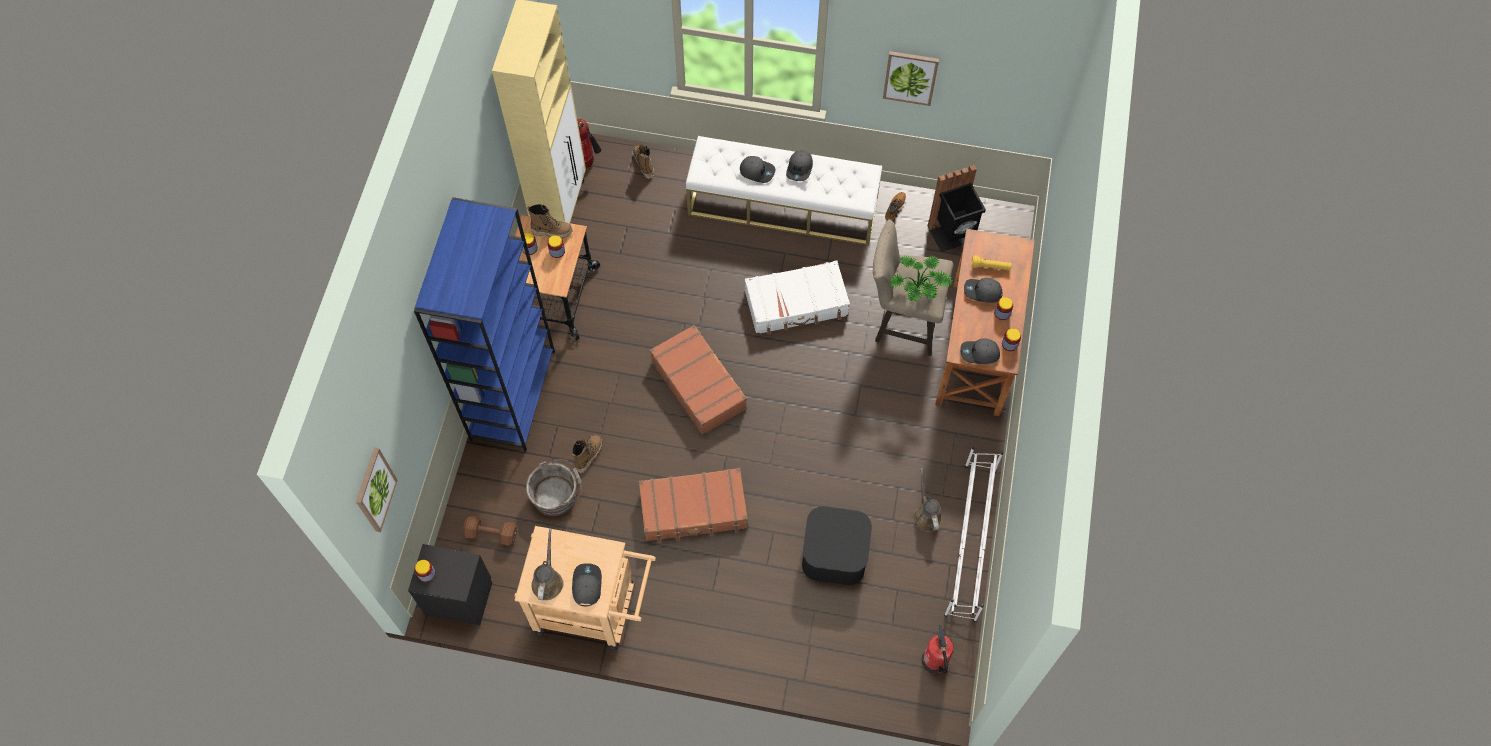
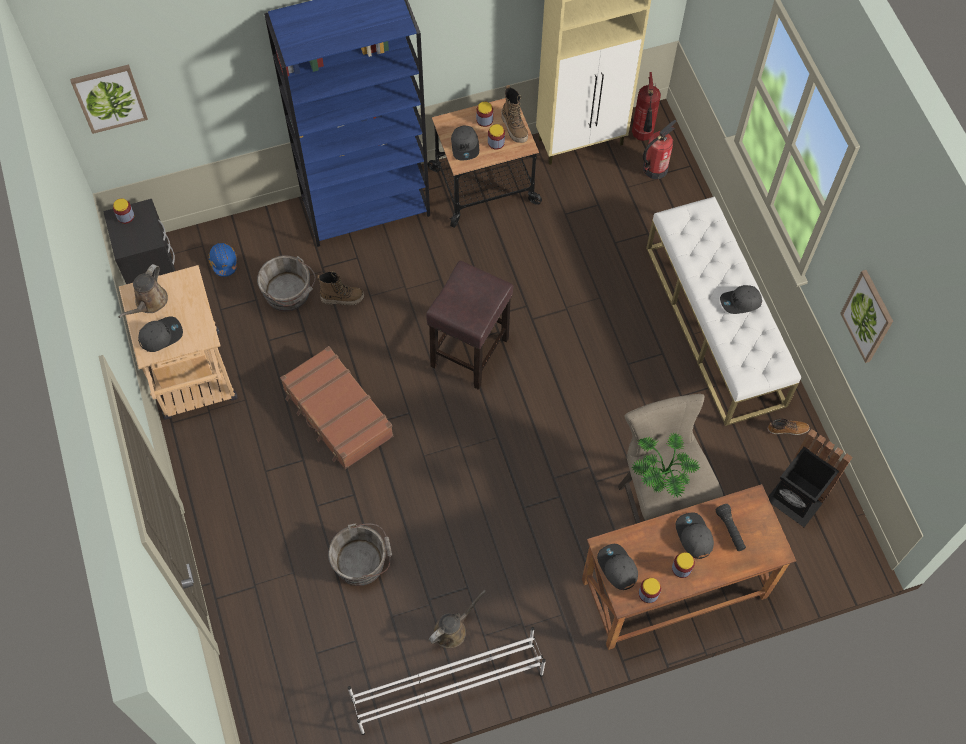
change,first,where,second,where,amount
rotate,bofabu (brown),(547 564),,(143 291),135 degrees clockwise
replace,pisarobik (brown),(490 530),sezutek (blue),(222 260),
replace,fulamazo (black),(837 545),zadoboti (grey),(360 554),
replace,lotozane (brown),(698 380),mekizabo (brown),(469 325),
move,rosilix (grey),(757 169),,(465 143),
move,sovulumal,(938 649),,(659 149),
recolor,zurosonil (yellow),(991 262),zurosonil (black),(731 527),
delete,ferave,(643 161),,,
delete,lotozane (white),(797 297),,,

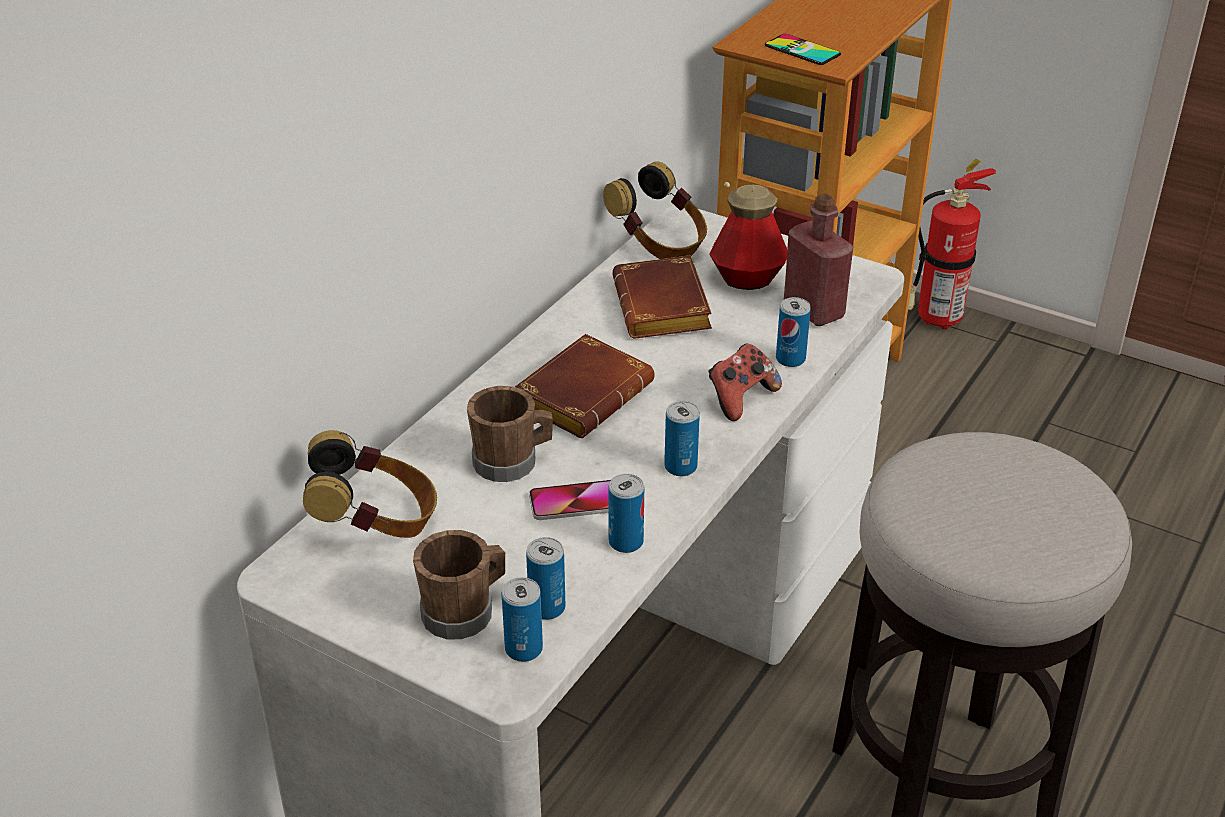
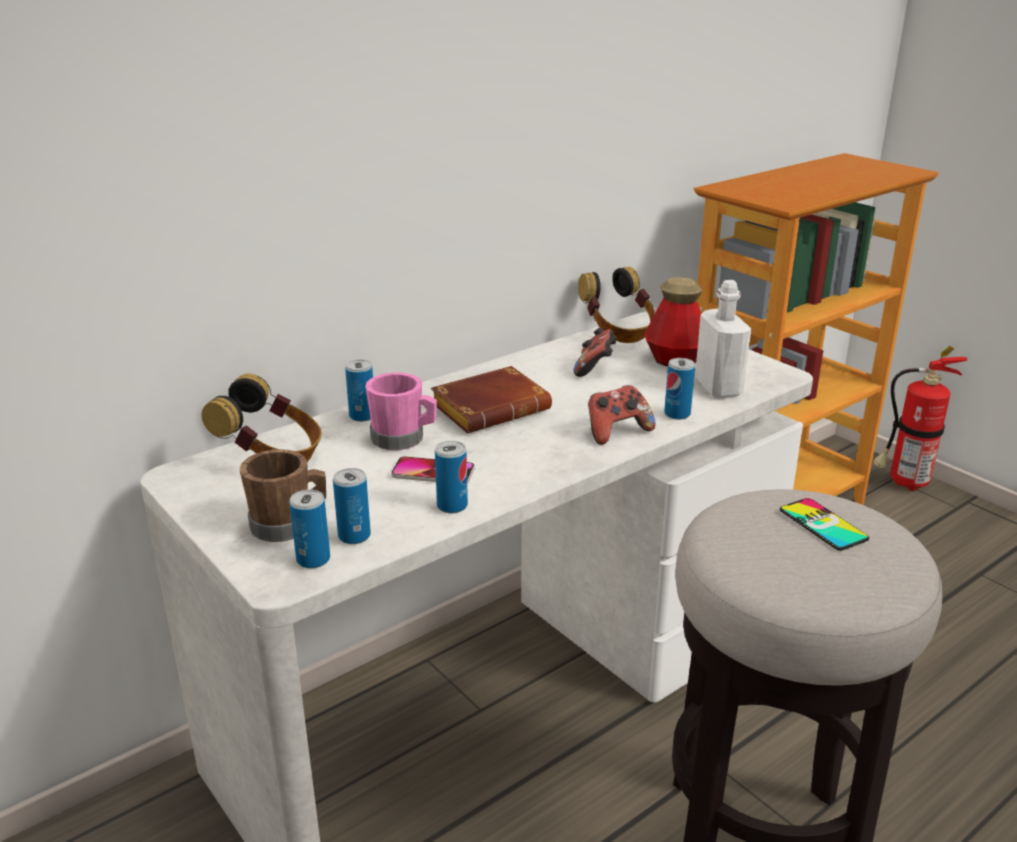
change,first,where,second,where,amount
move,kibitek,(682 438),,(359 391),
recolor,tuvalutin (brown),(510 434),tuvalutin (pink),(401 411),
replace,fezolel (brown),(662 297),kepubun,(595 352),
recolor,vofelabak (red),(819 259),vofelabak (white),(723 339),
move,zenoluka,(803 49),,(824 524),

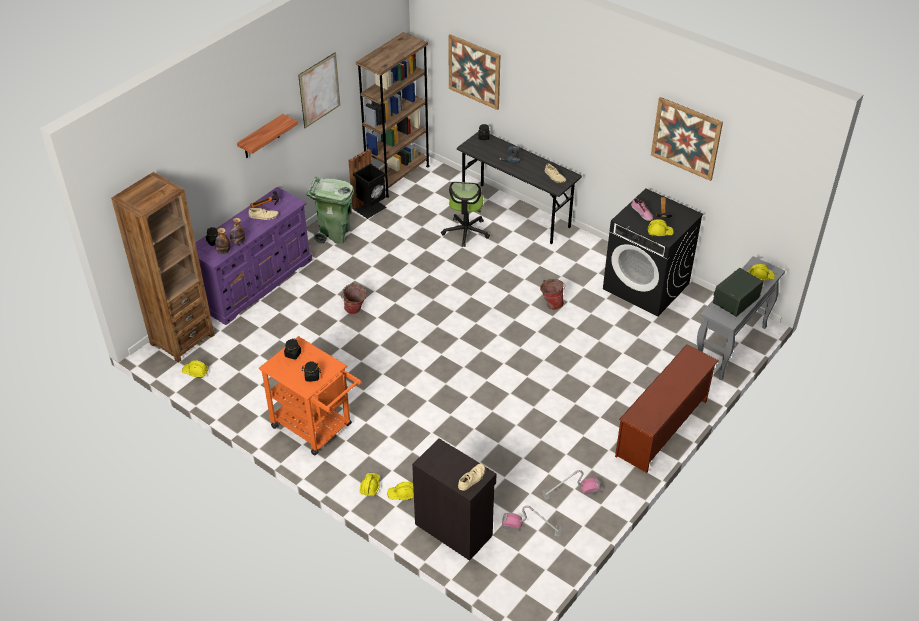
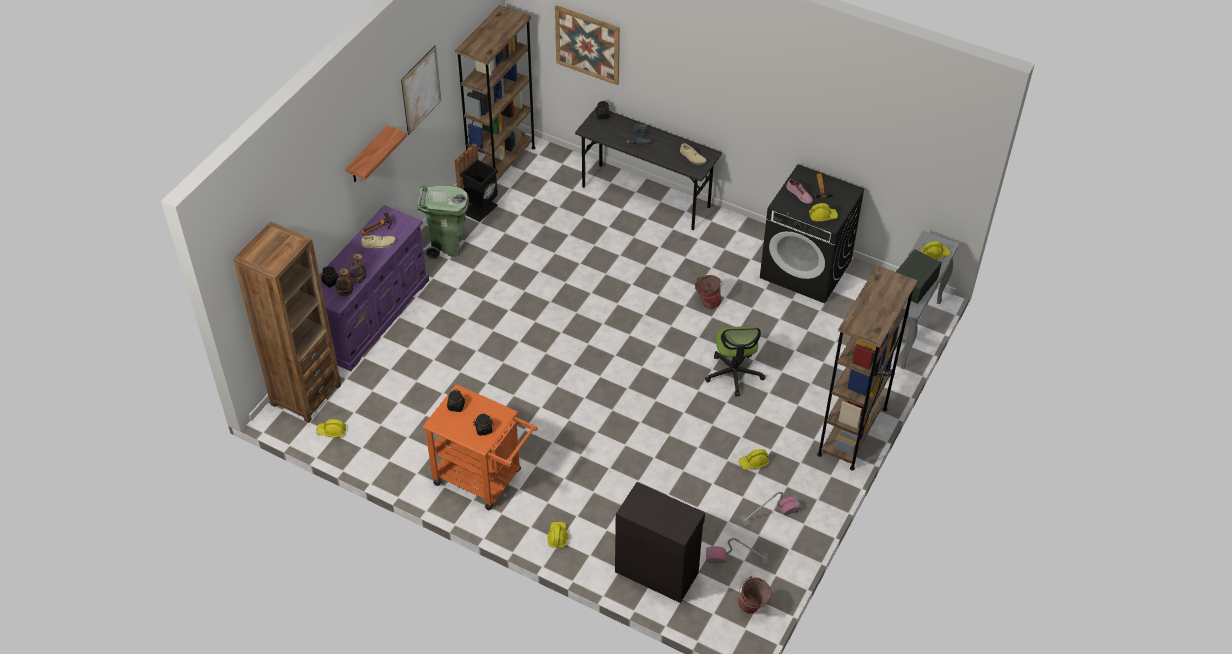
change,first,where,second,where,amount
move,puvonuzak,(465 214),,(735 361),
move,zadoboti,(353 298),,(755 595),
move,sezutek (yellow),(400 491),,(754 459),
replace,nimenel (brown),(667 408),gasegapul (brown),(867 368),
delete,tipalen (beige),(472 477),,,
delete,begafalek,(687 139),,,

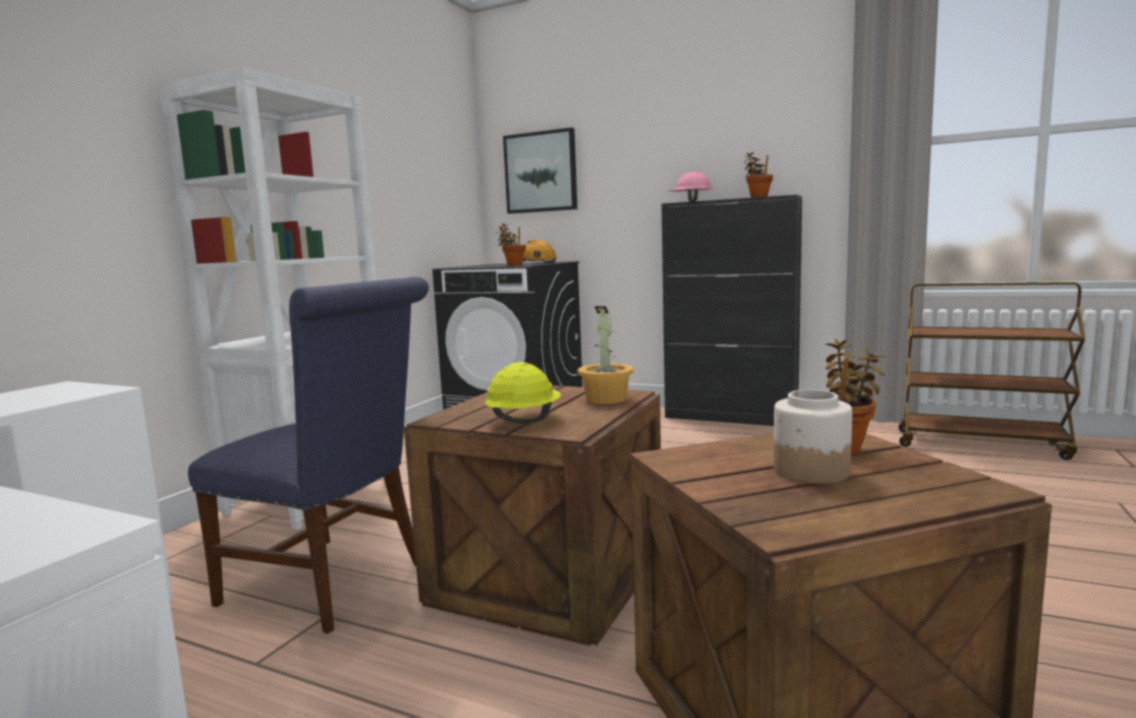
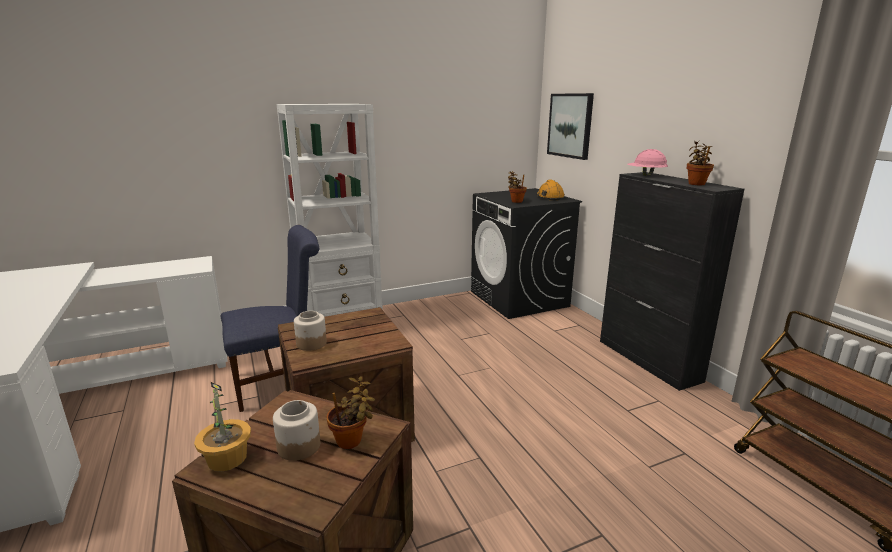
change,first,where,second,where,amount
move,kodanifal,(605 355),,(222 427),
rotate,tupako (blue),(308 455),,(270 318),90 degrees counterclockwise
replace,sezutek (yellow),(523 392),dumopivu,(310 331),

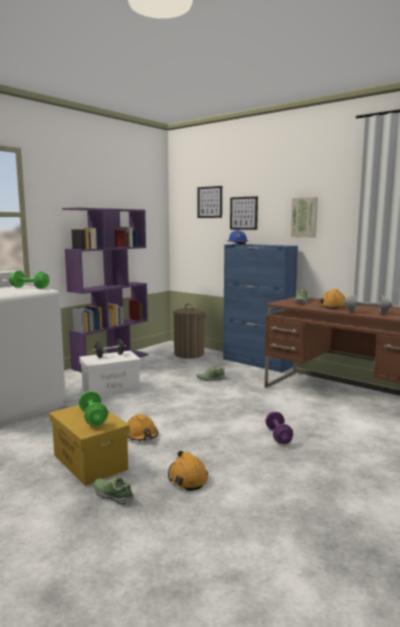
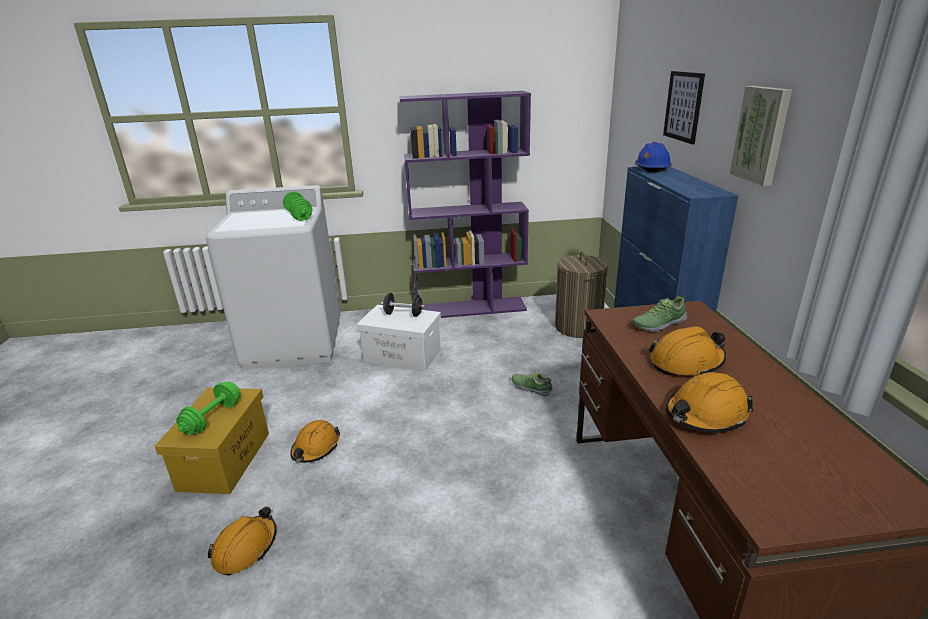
change,first,where,second,where,amount
replace,pisarobik (grey),(368 304),sezutek (orange),(709 402),
delete,tipalen,(114 490),,,
delete,begafalek,(209 202),,,
delete,pisarobik (purple),(279 428),,,

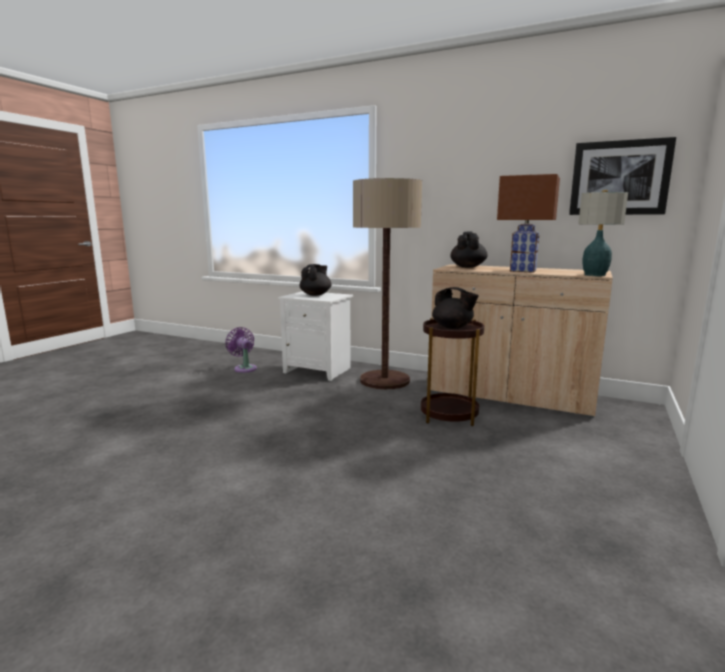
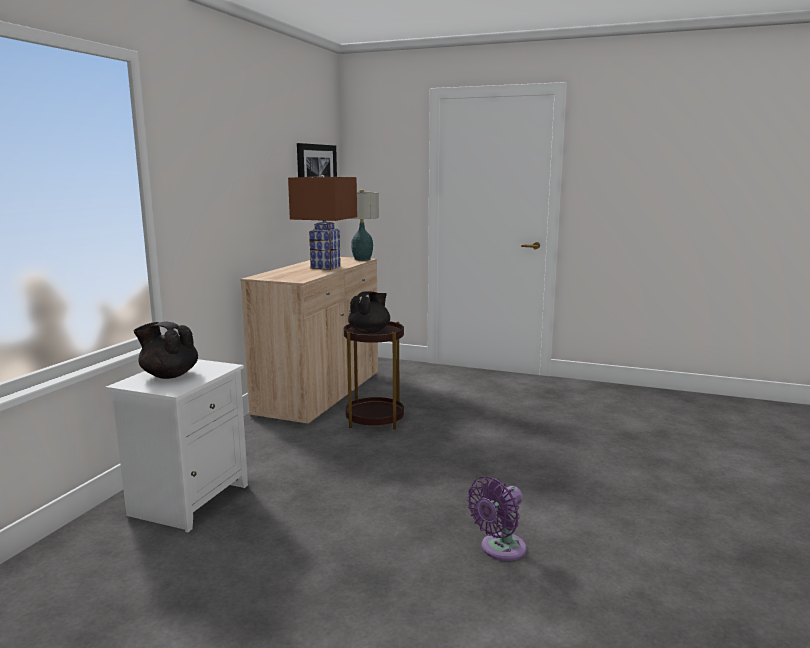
change,first,where,second,where,amount
move,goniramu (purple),(241 350),,(496 518),
delete,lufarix,(387 284),,,
delete,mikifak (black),(469 250),,,

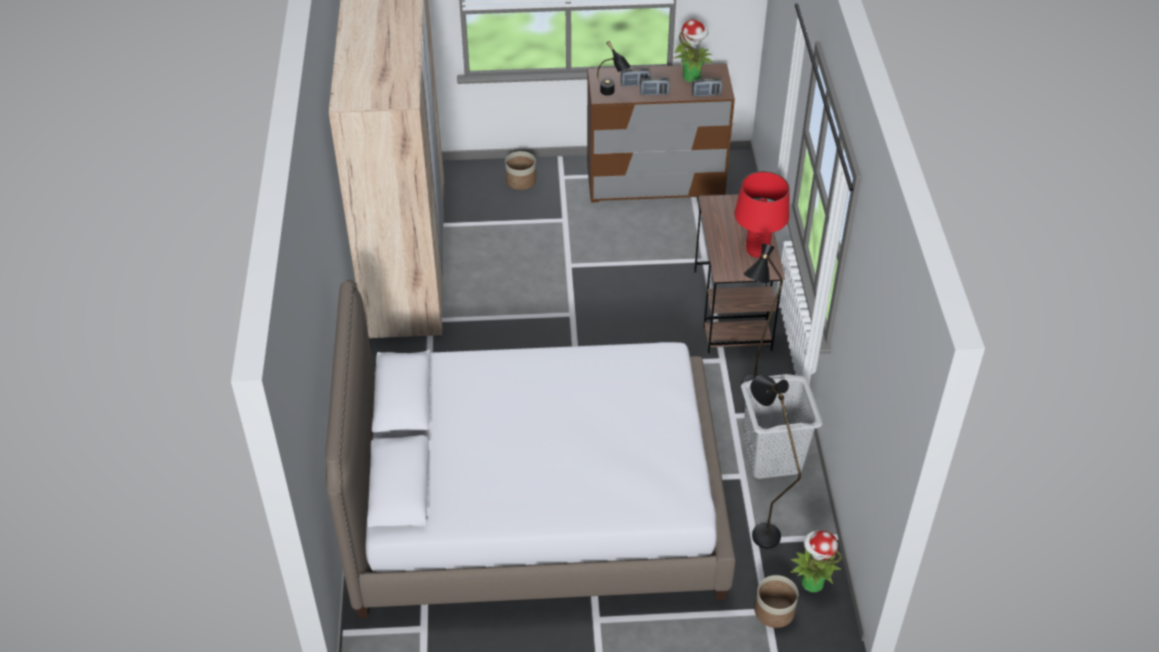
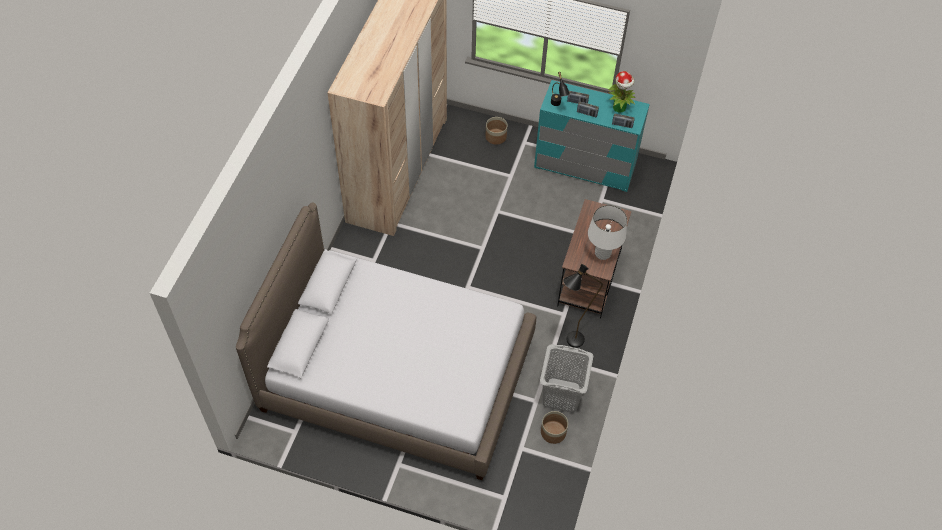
change,first,where,second,where,amount
recolor,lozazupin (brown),(661 133),lozazupin (turquoise),(592 136),
move,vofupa,(776 601),,(554 427),
recolor,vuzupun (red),(762 214),vuzupun (white),(607 232),
delete,lufarix (black),(775 462),,,
delete,kodanifal,(816 561),,,

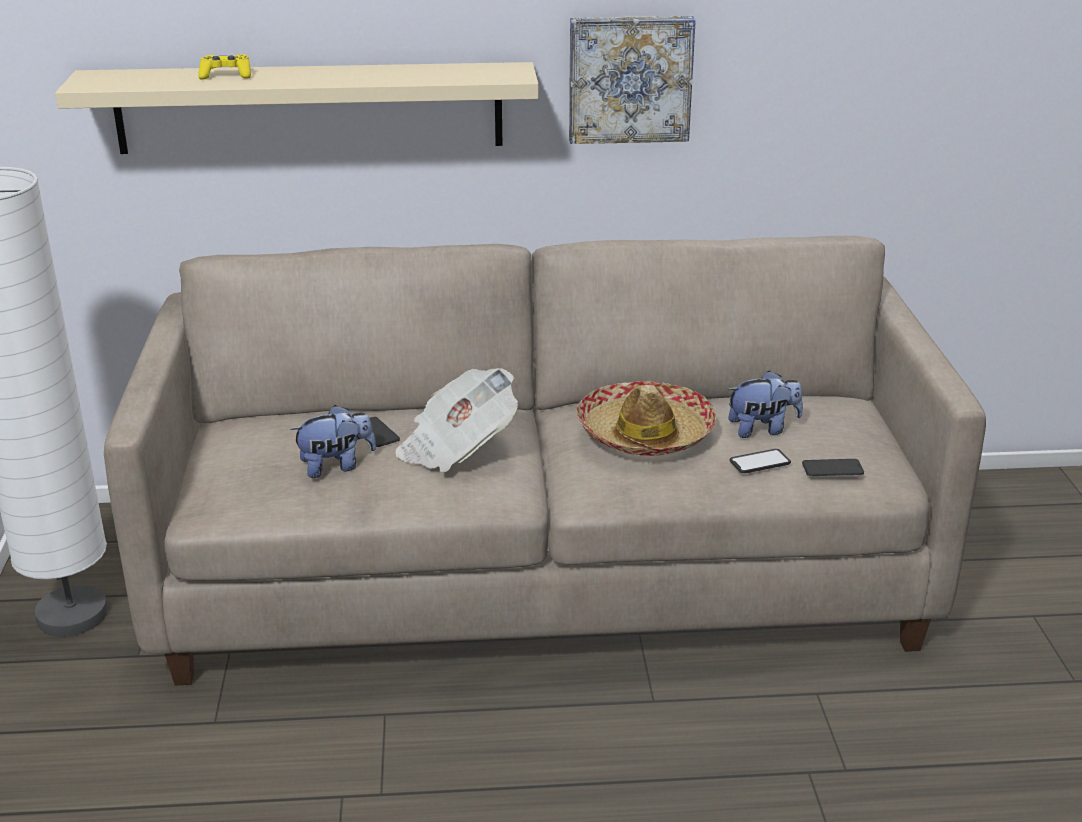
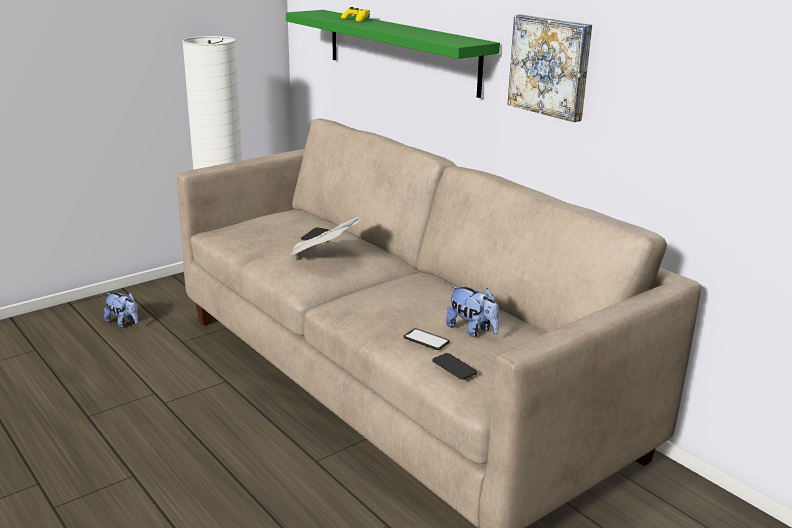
change,first,where,second,where,amount
move,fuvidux,(333 441),,(121 310),
recolor,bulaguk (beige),(297 108),bulaguk (green),(393 54),
delete,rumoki,(646 418),,,

